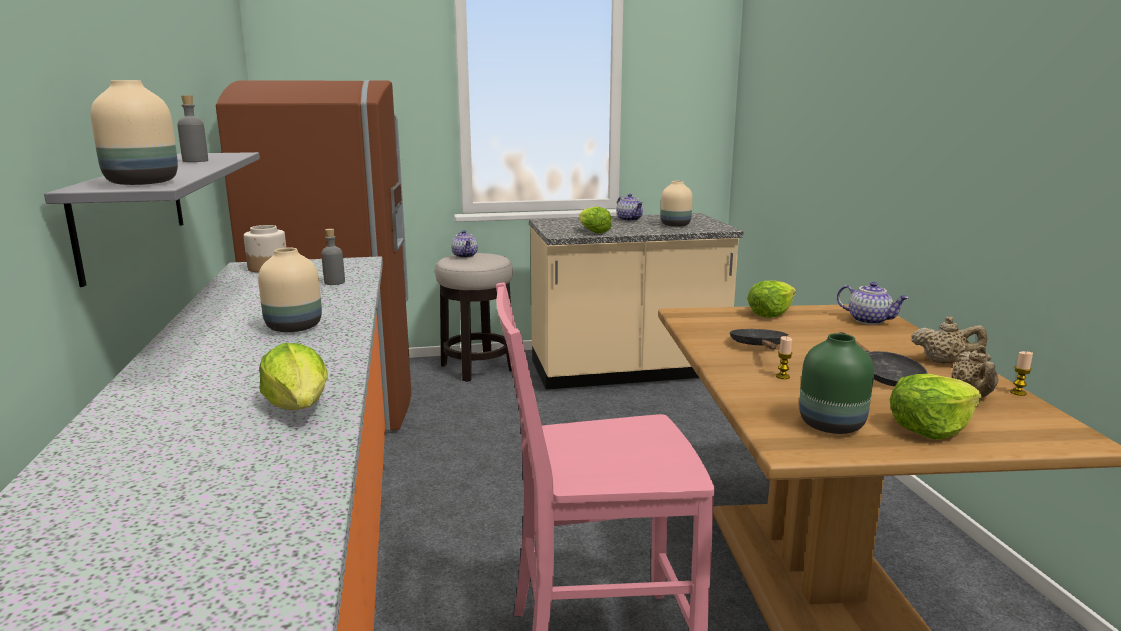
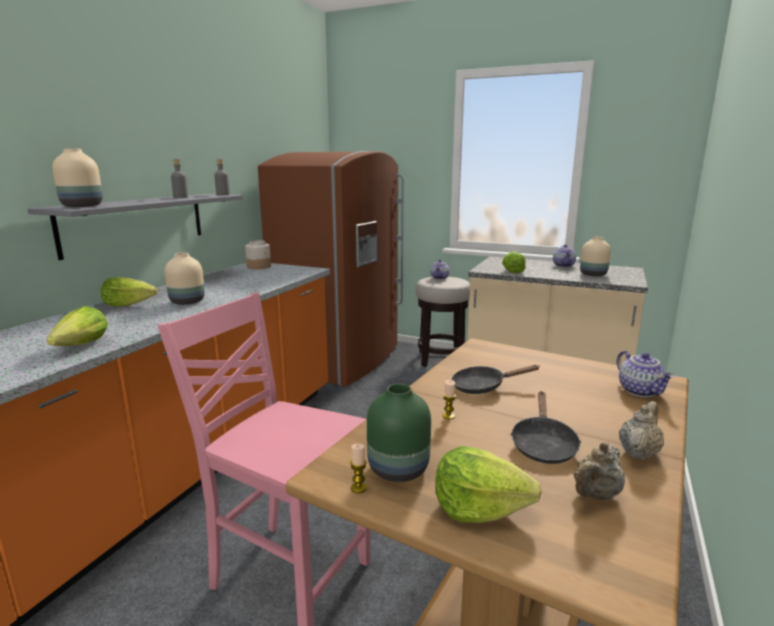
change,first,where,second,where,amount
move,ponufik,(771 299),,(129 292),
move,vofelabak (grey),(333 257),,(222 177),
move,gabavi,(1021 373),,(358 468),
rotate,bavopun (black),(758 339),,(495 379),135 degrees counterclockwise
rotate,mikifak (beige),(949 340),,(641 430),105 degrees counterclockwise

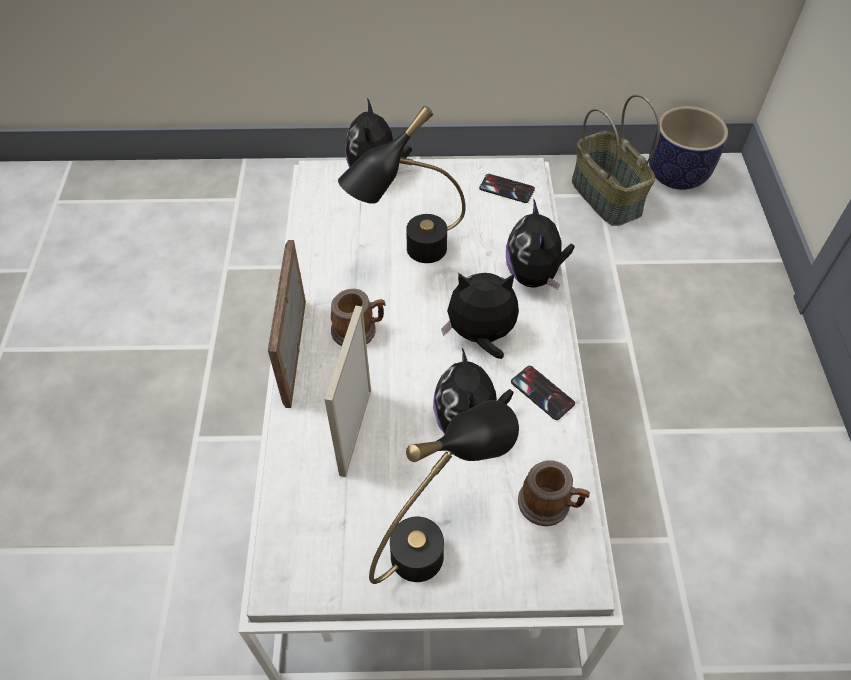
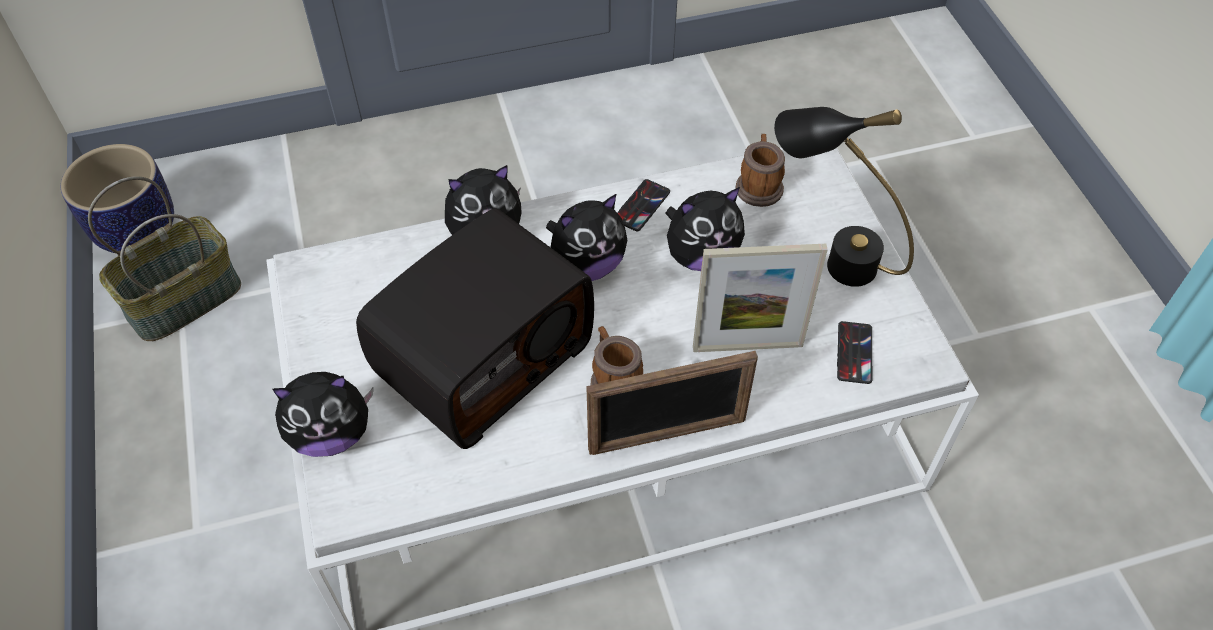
change,first,where,second,where,amount
replace,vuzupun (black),(402 184),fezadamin,(475 328),
rotate,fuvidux,(480 316),,(586 237),105 degrees counterclockwise
move,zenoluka,(507 188),,(854 352),

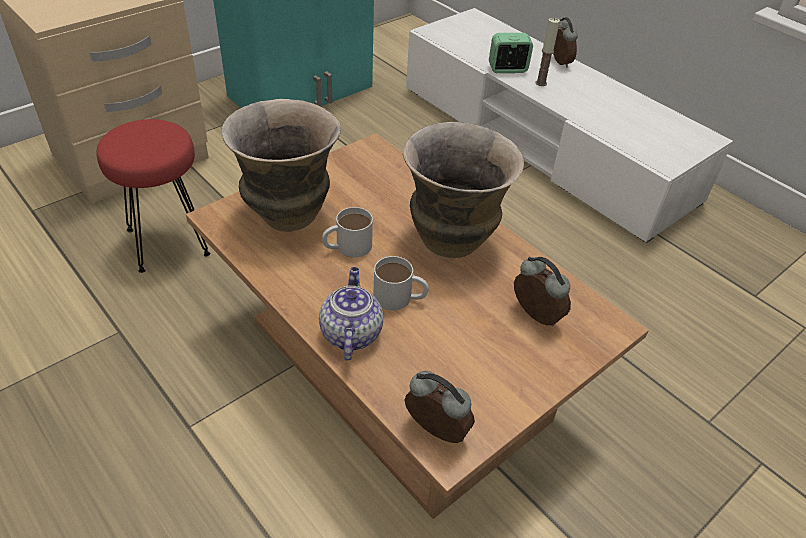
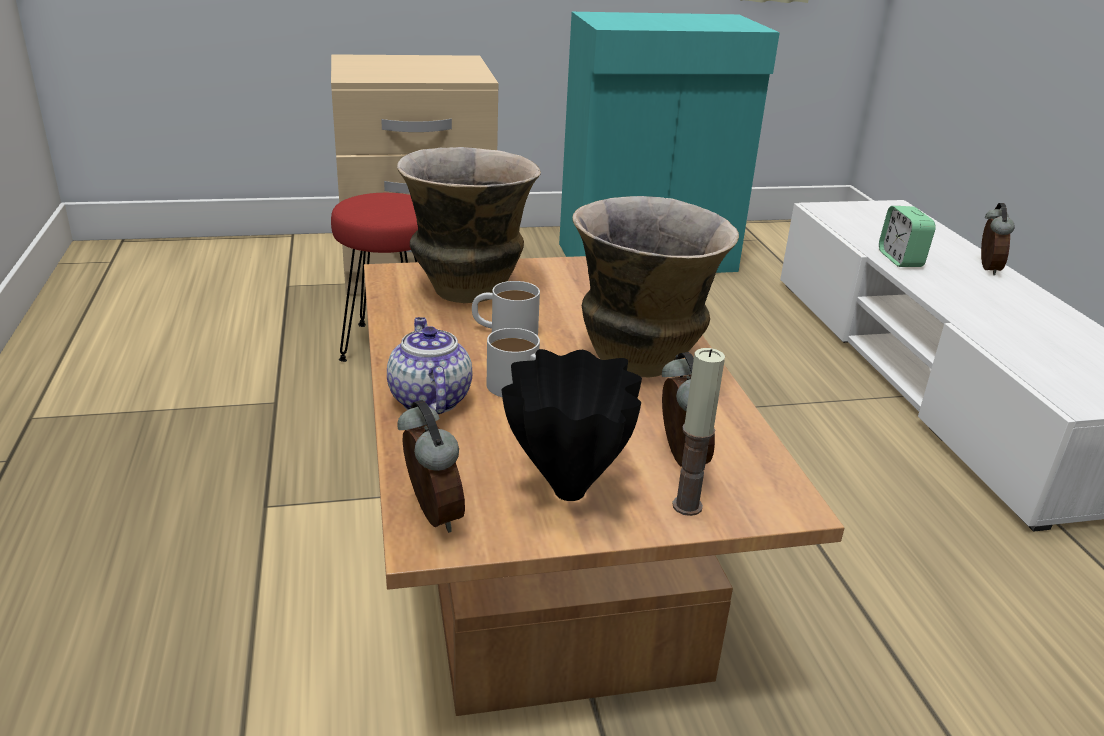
change,first,where,second,where,amount
rotate,mikifak,(351 314),,(429 365),45 degrees counterclockwise
insert,,,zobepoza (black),(572 425),
move,gabavi,(547 52),,(698 432),
rotate,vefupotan,(511 53),,(907 236),120 degrees counterclockwise

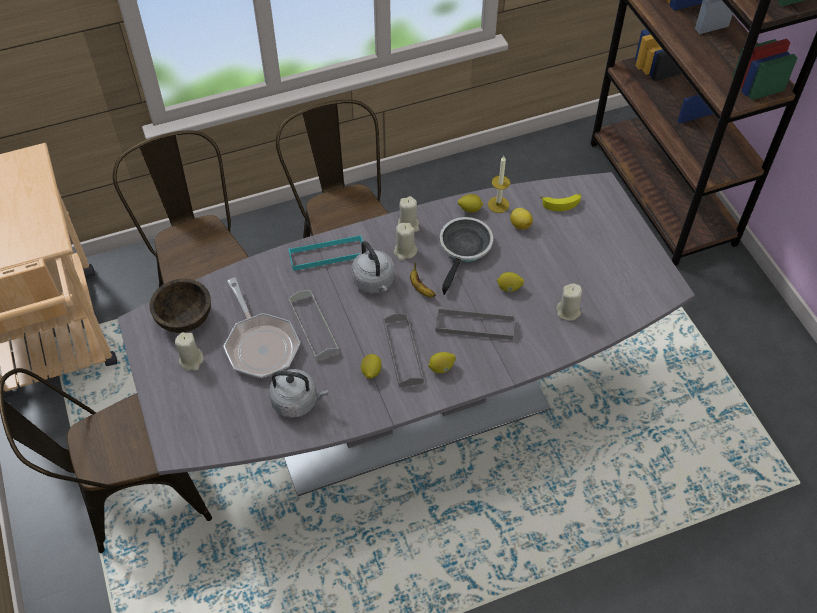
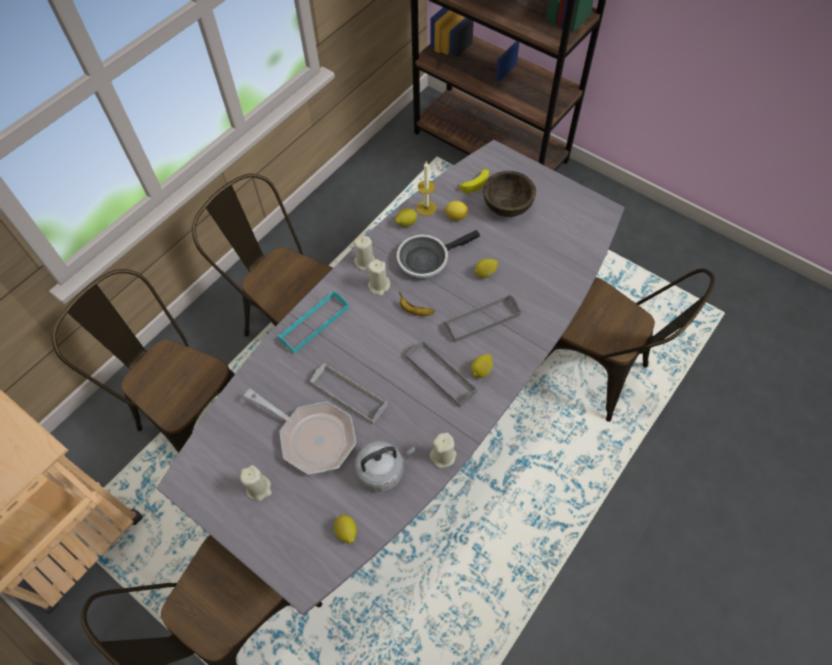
change,first,where,second,where,amount
move,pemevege,(371 366),,(345 529),
rotate,bavopun,(466 256),,(438 254),105 degrees counterclockwise
move,gabavi (beige),(569 302),,(443 450),
move,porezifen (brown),(180 305),,(509 194),
insert,,,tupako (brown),(629 345),
delete,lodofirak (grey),(373 267),,,

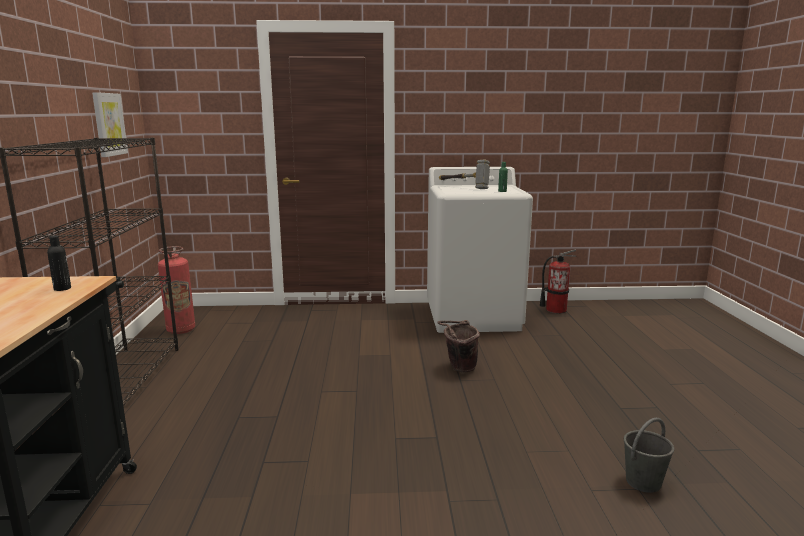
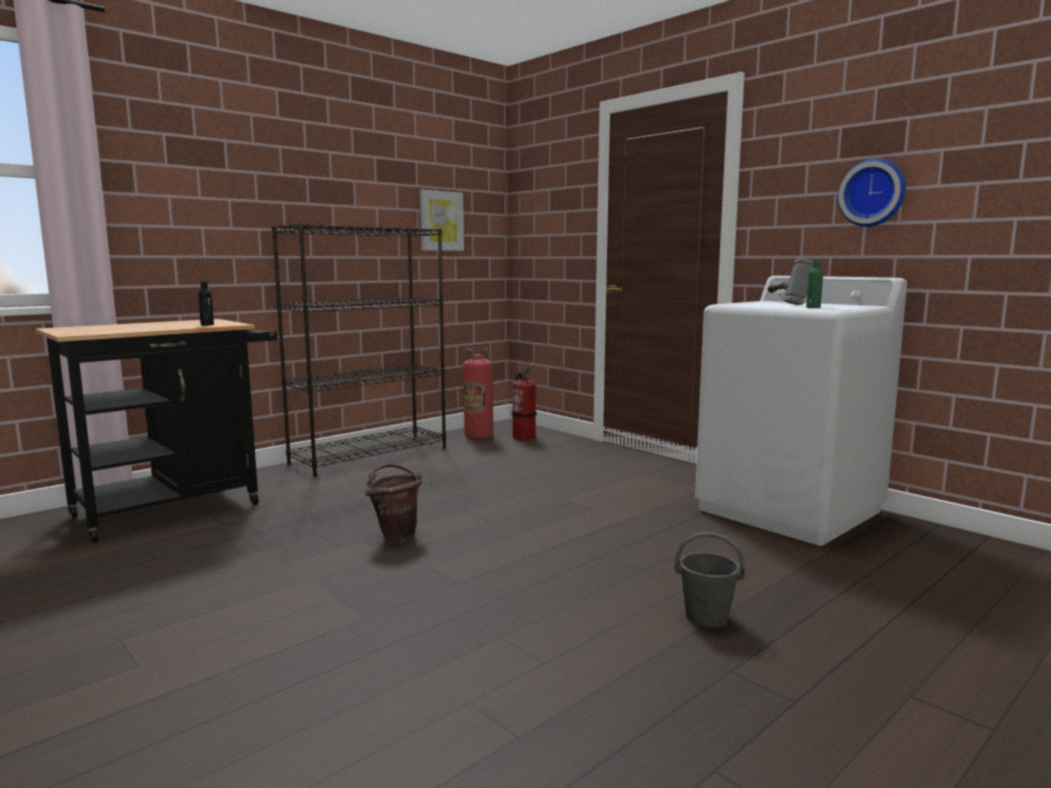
change,first,where,second,where,amount
move,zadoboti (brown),(458 346),,(393 503),
move,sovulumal,(558 281),,(524 403),
move,zadoboti (grey),(649 455),,(709 579),
insert,,,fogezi,(872 193),

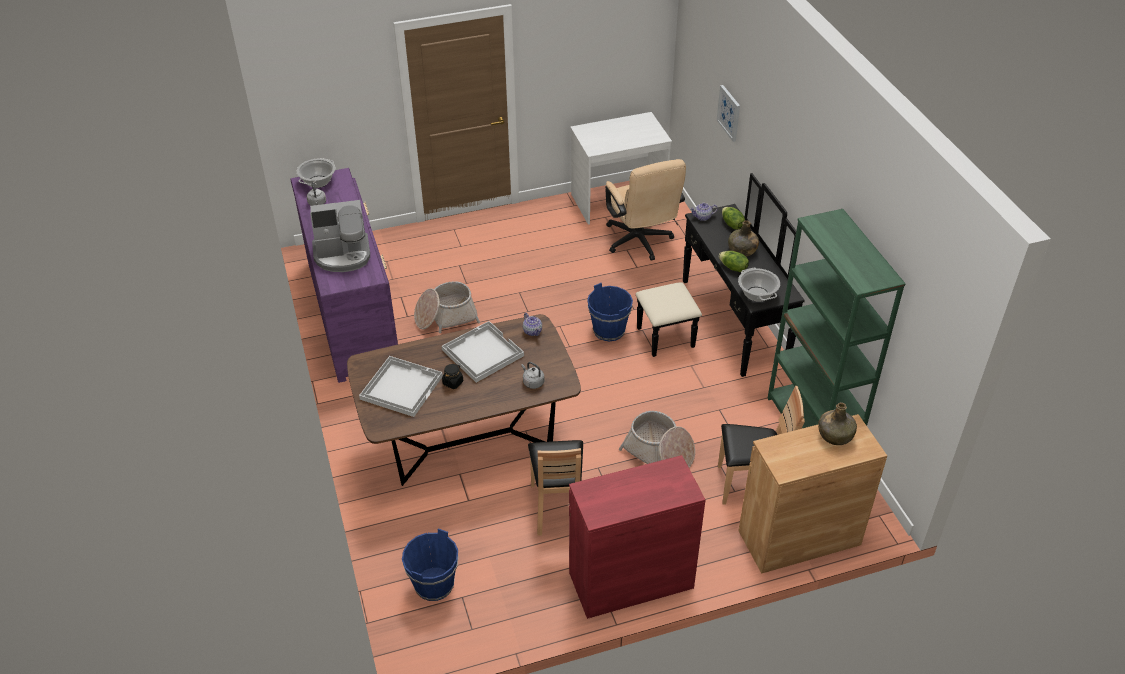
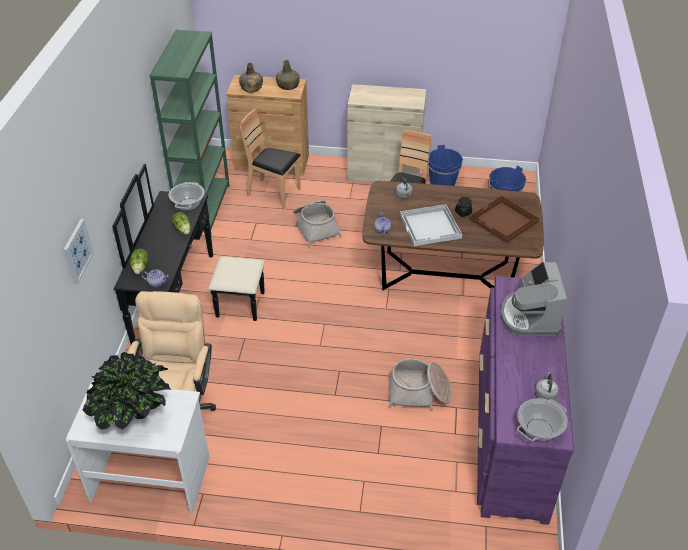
change,first,where,second,where,amount
insert,,,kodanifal,(126 391),
move,vofelabak (green),(743 238),,(288 75),
recolor,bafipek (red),(637 537),bafipek (beige),(386 133),
move,zadoboti (blue),(610 312),,(445 165),
recolor,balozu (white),(401 386),balozu (brown),(504 219),
rotate,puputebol,(340 236),,(534 298),105 degrees counterclockwise

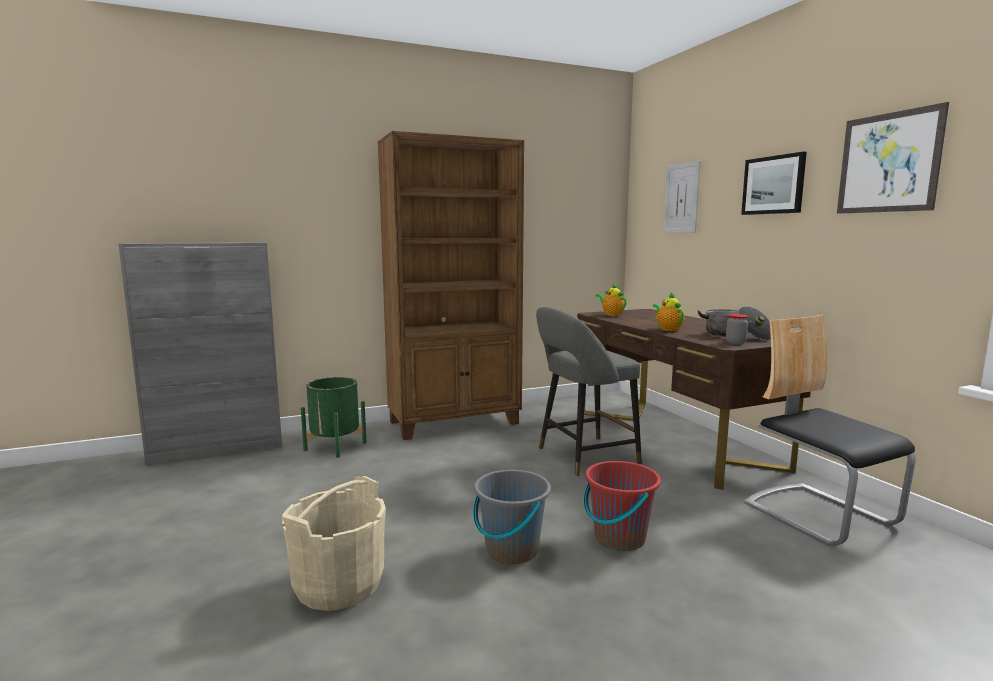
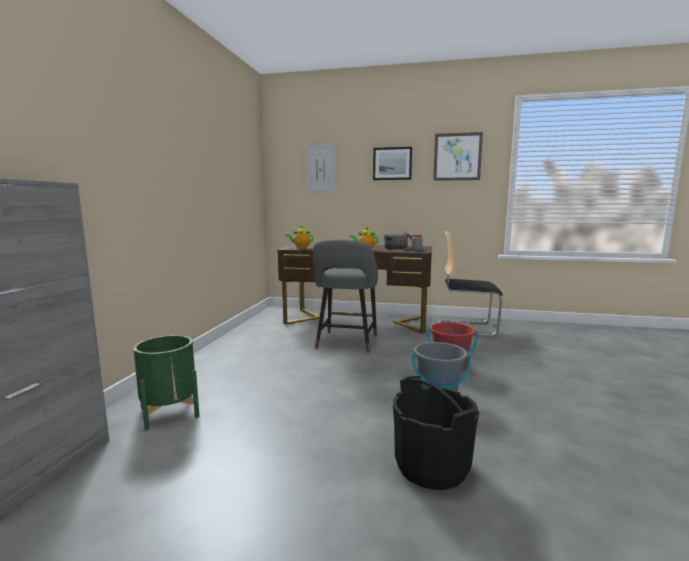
change,first,where,second,where,amount
recolor,zadoboti (beige),(334 543),zadoboti (black),(436 433),
delete,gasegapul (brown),(451 285),,,

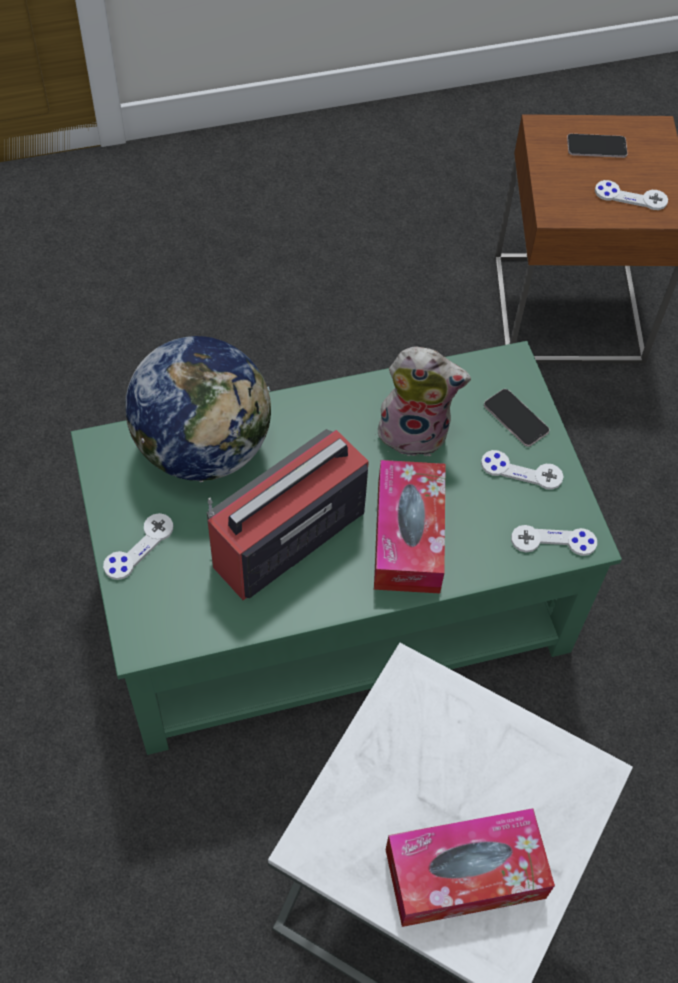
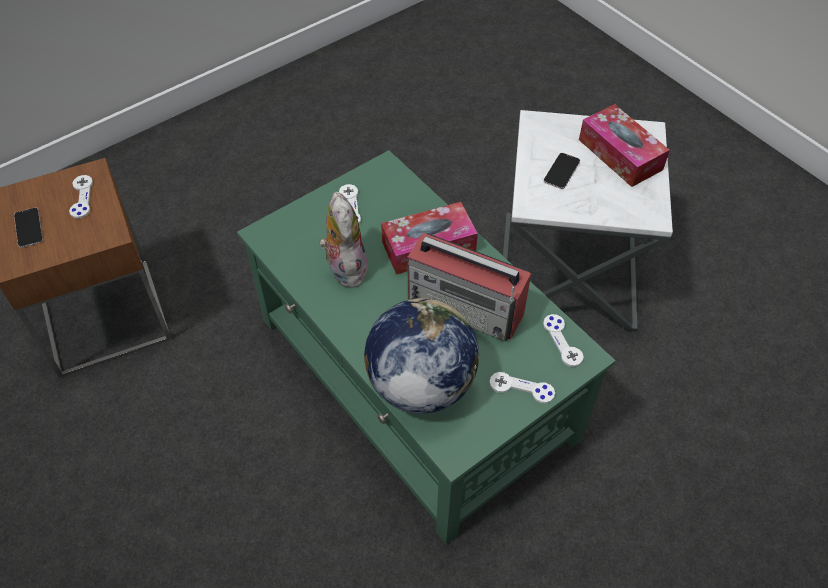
change,first,where,second,where,amount
move,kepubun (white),(554 540),,(563 340),
move,zenoluka,(517 418),,(562 171),

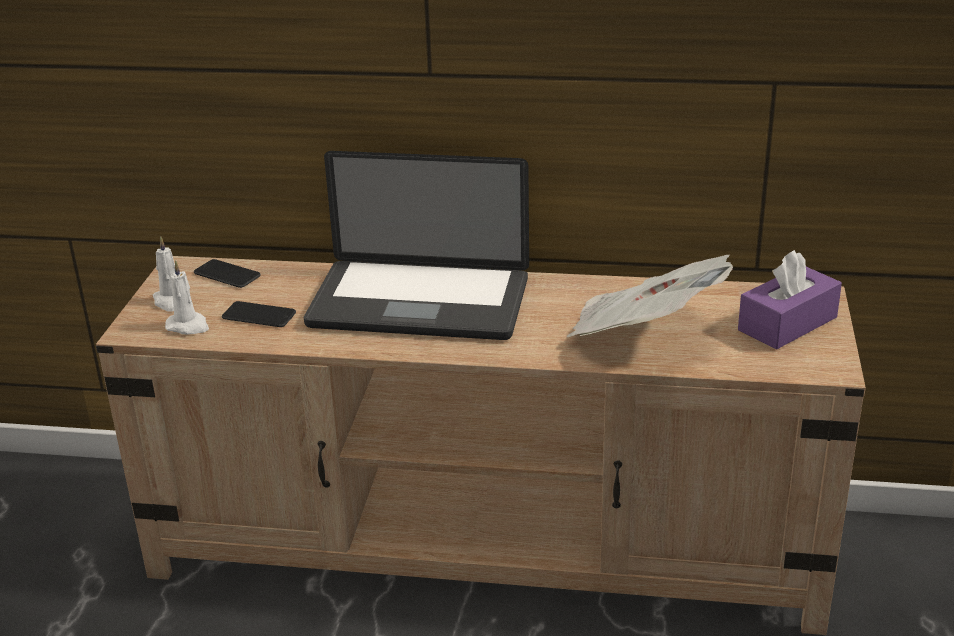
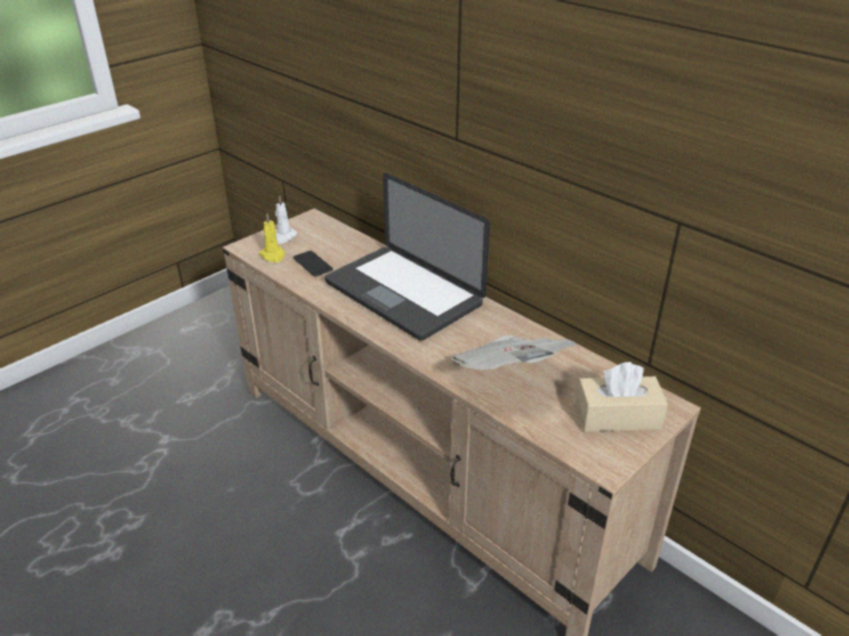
change,first,where,second,where,amount
recolor,gabavi (white),(187 297),gabavi (yellow),(272 238),
recolor,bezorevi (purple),(790 300),bezorevi (beige),(621 397),
delete,zenoluka,(227 273),,,

